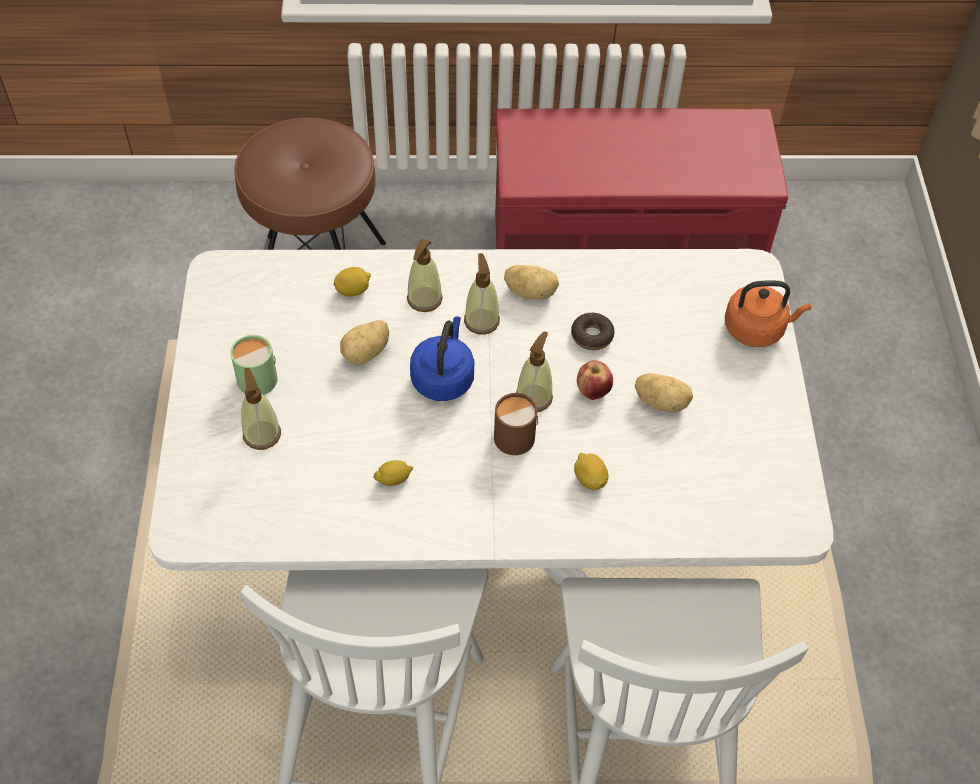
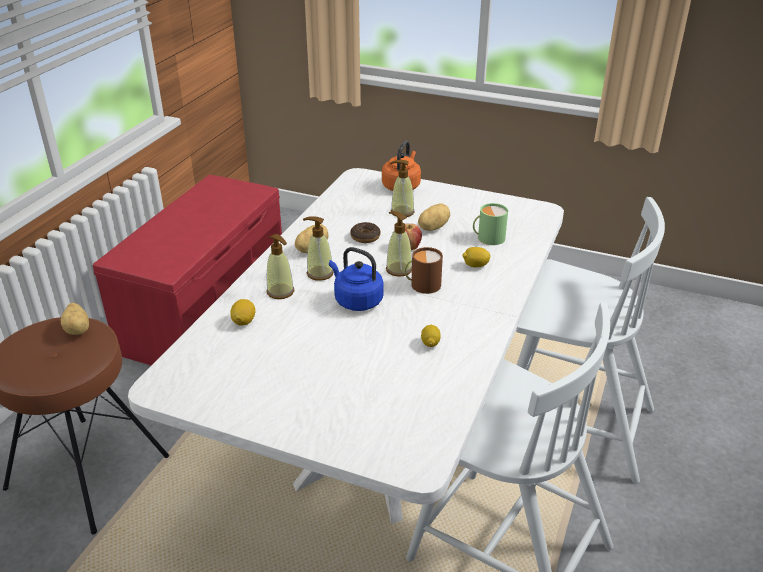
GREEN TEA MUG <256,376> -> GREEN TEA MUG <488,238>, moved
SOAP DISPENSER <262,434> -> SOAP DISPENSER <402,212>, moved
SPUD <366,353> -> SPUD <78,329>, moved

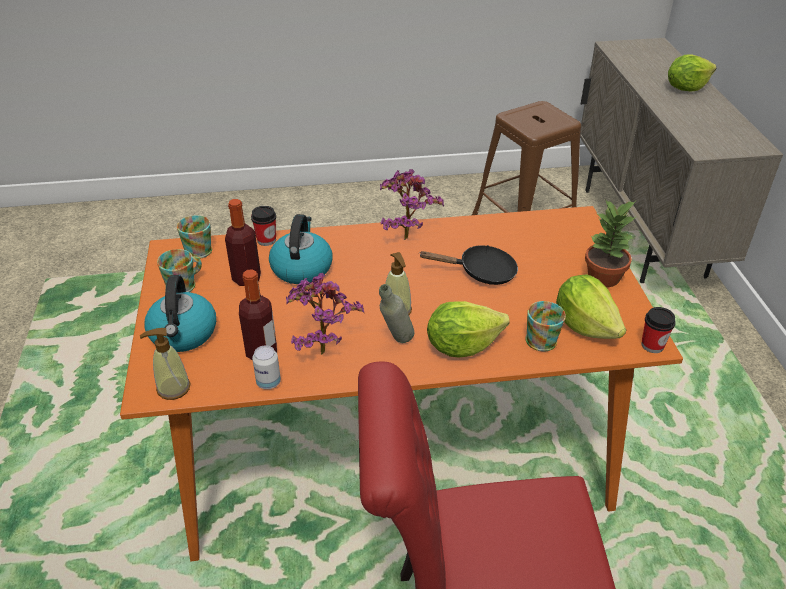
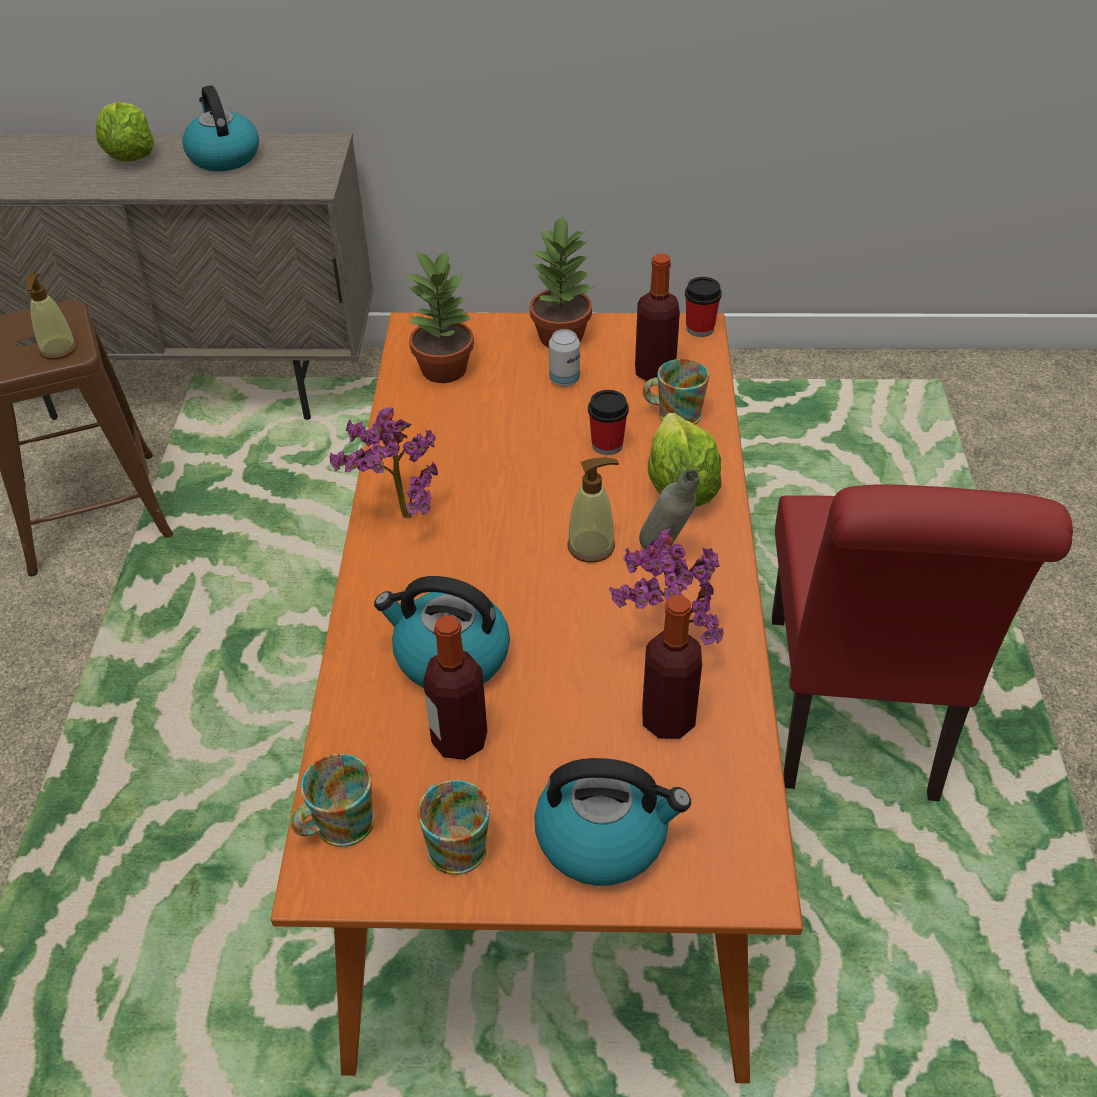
BLACK-COLOURED SKILLET <481,272> -> none
none -> TEA KETTLE <223,156>
none -> PLANT IN A POT <444,368>
SOAP DISPENSER <173,388> -> SOAP DISPENSER <58,349>, moved
DRINKING CUP <266,240> -> DRINKING CUP <607,445>, moved
CAN <268,382> -> CAN <564,380>, moved
LETTUCE HEAD <585,325> -> BOTTLE <654,372>

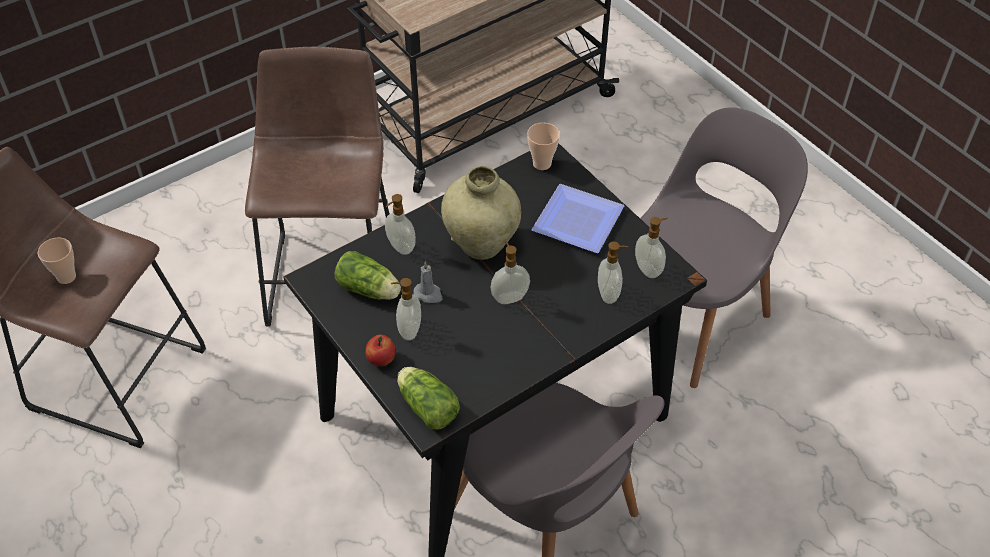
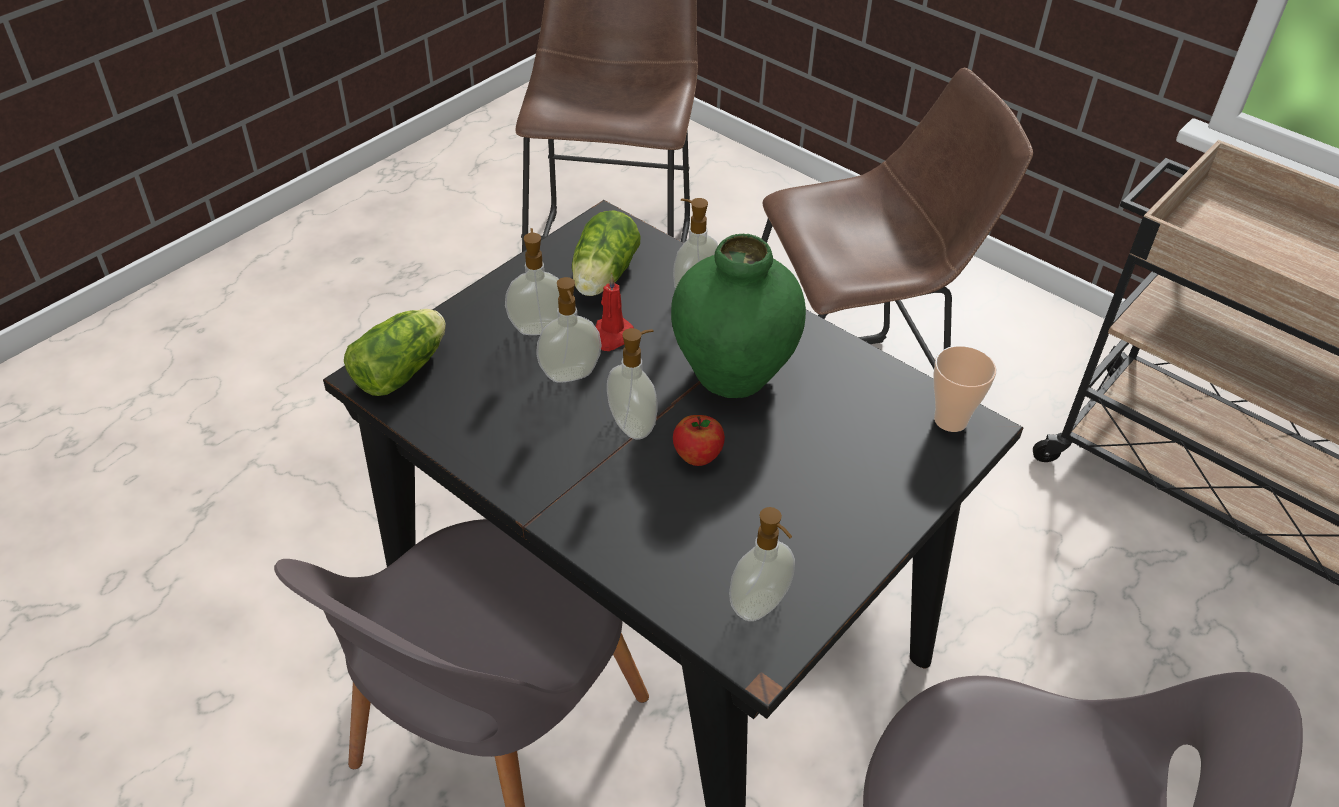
DRINKING CUP <66,277> -> none
DINNER PLATE <576,219> -> none
WHOLE APPLE <381,360> -> WHOLE APPLE <697,457>, moved
SOAP DISPENSER <609,294> -> SOAP DISPENSER <570,375>, moved
GREYISH WAX CANDLE <428,294> -> REDDISH WAX CANDLE <612,336>
BEIGE-COLOURED DECORATIVE VASE <481,244> -> GREEN DECORATIVE VASE <732,375>

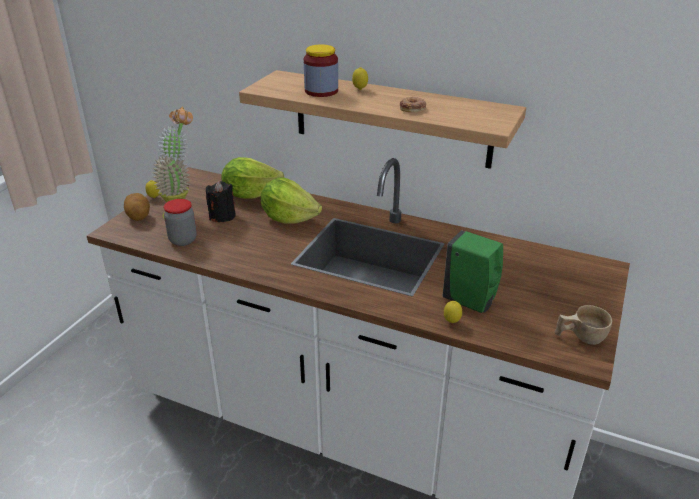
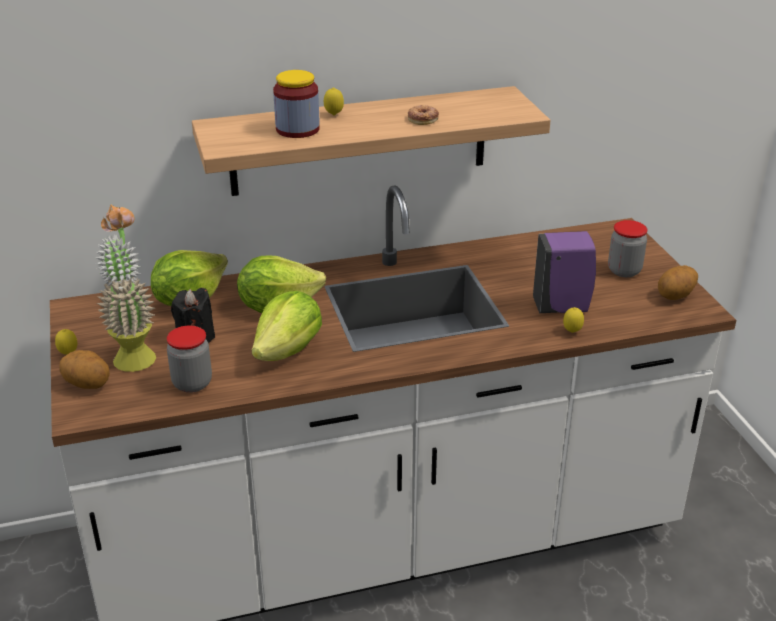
none -> LETTUCE HEAD <289,350>
none -> STORAGE JAR <624,270>
BEIGE-COLOURED DRINKING CUP <579,337> -> SPUD <676,296>
GREEN SOAP DISPENSER <471,302> -> PURPLE-COLOURED SOAP DISPENSER <563,307>

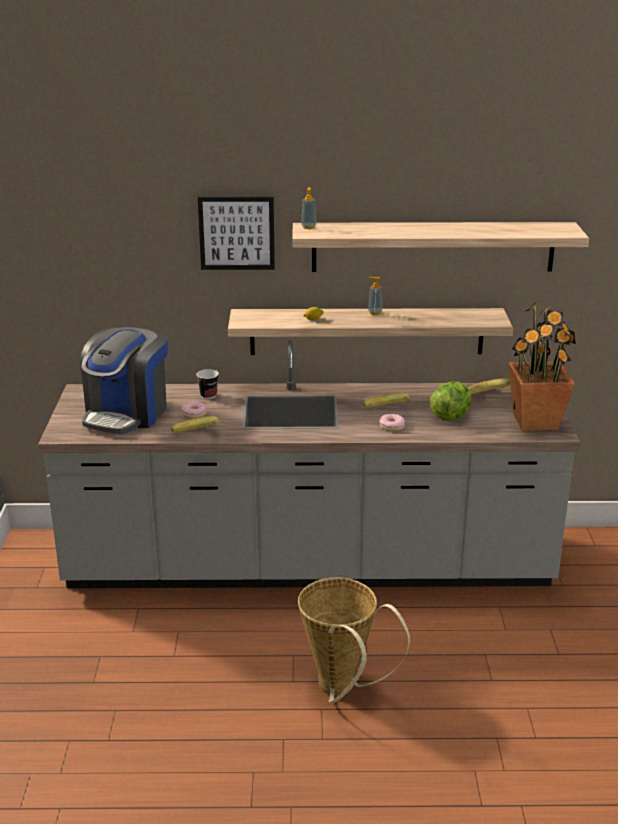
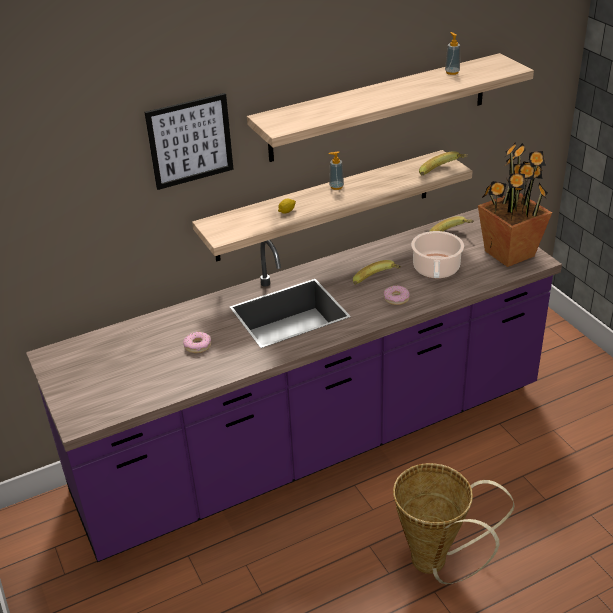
COFFEE BREWER <127,413> -> none
DRINKING CUP <208,396> -> none
BANANA FRUIT <197,436> -> BANANA FRUIT <443,173>, moved
SOAP DISPENSER <308,227> -> SOAP DISPENSER <452,72>, moved
LETTUCE HEAD <450,416> -> SAUCEPOT <436,270>
GREYISH KITCHEN BASE UNIT <309,565> -> PURPLE-COLOURED KITCHEN BASE UNIT <313,443>

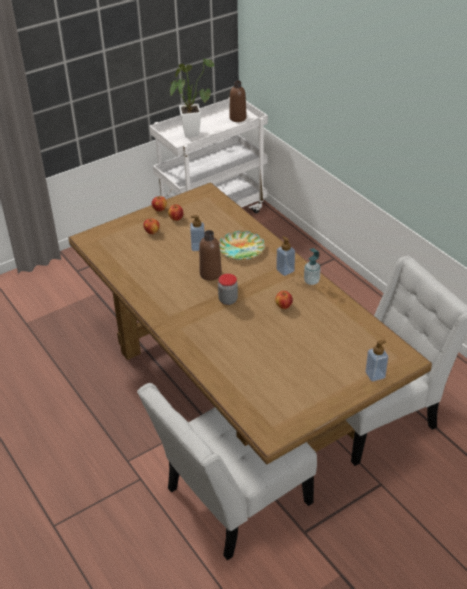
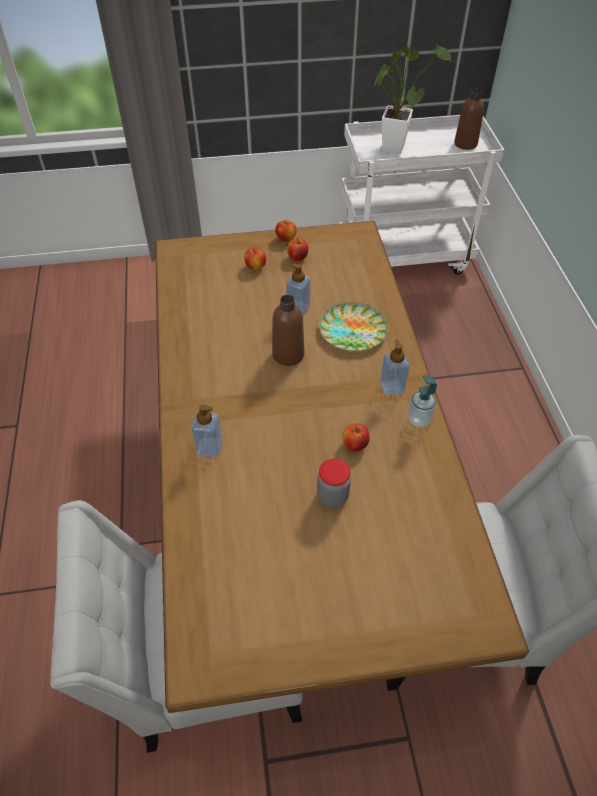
STORAGE JAR <228,300> -> STORAGE JAR <332,496>, moved
SOAP DISPENSER <375,375> -> SOAP DISPENSER <209,447>, moved

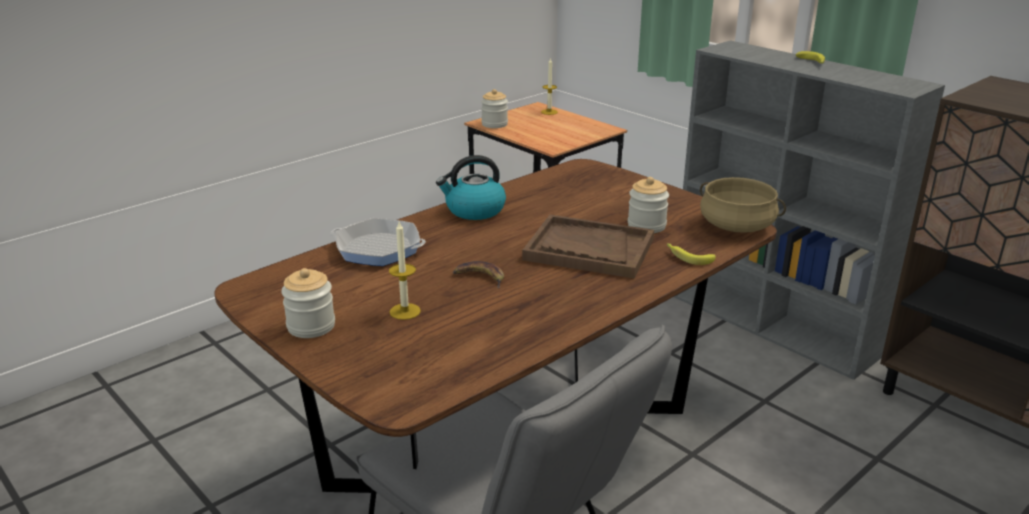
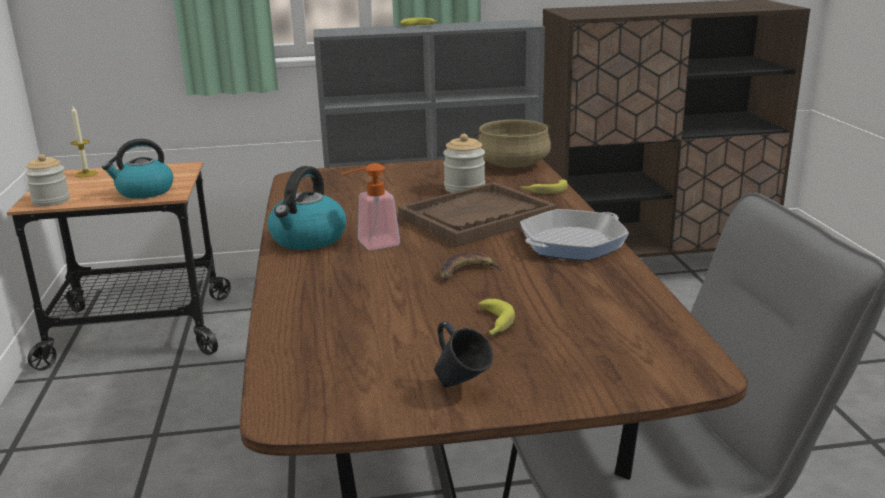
none -> TEA KETTLE <144,192>
none -> SOAP DISPENSER <371,245>
SKILLET <378,249> -> SKILLET <572,243>, moved
STORAGE JAR <311,326> -> BLUE-COLOURED TEA MUG <461,387>
WAX CANDLE <405,311> -> BANANA FRUIT <494,325>

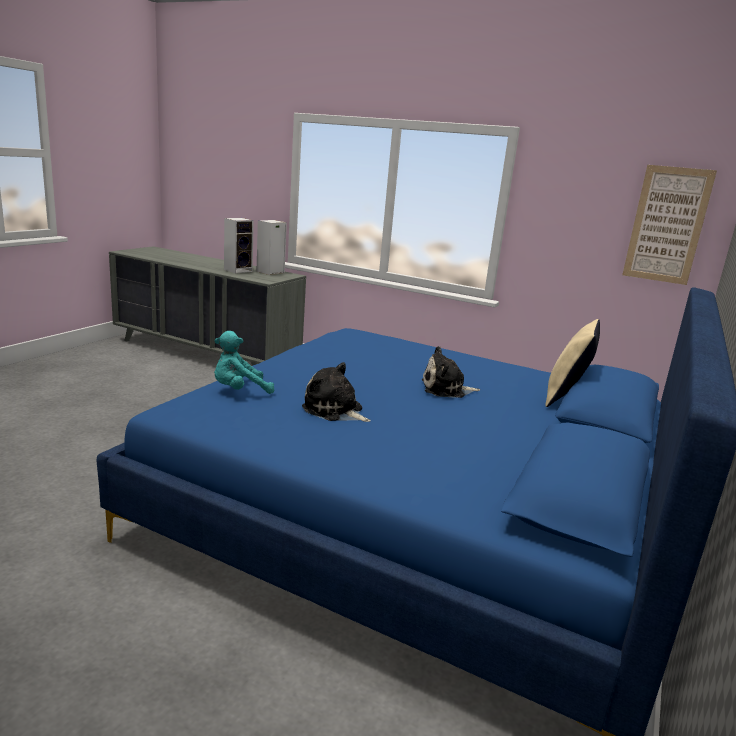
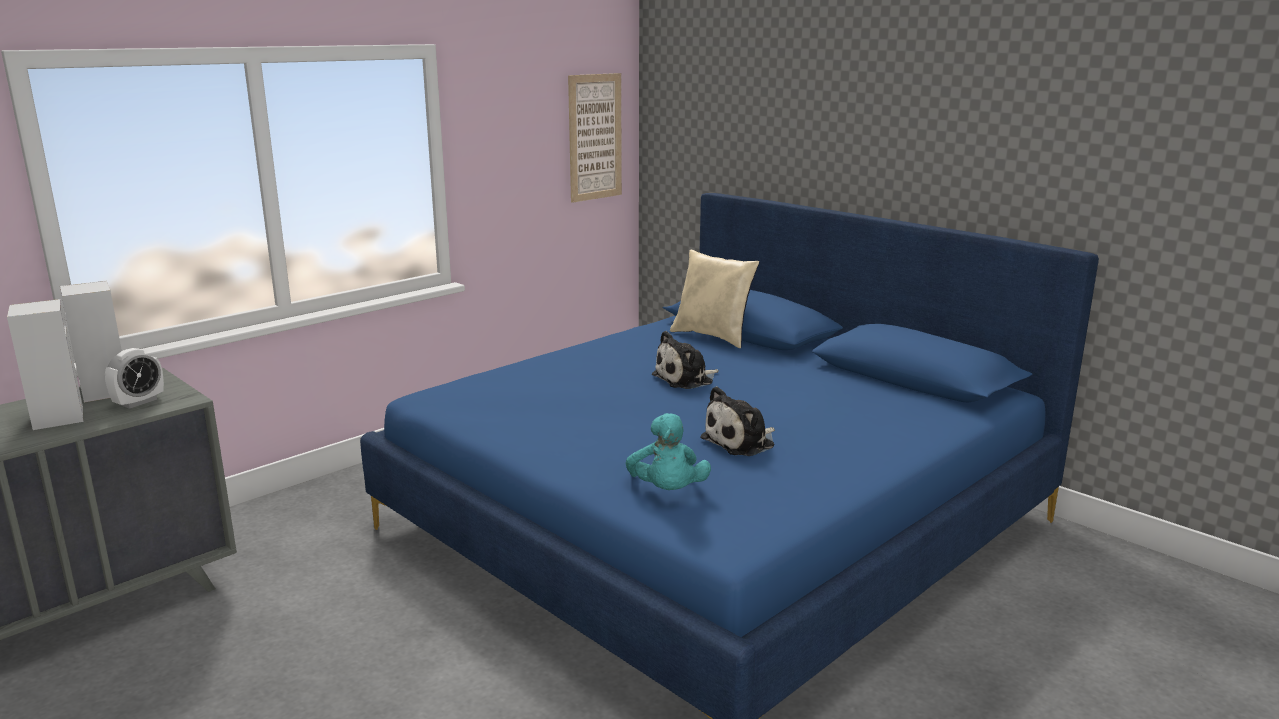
none -> TABLE CLOCK <139,402>
SOFT TOY <446,389> -> SOFT TOY <686,379>, 45 degrees clockwise

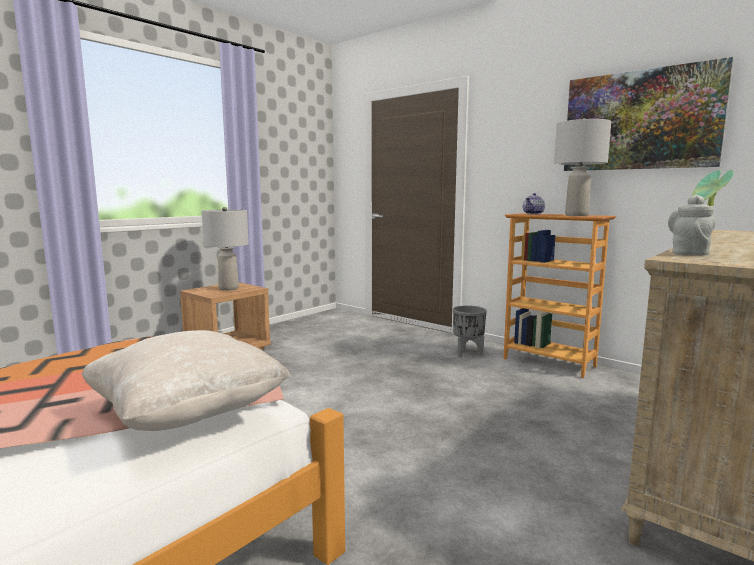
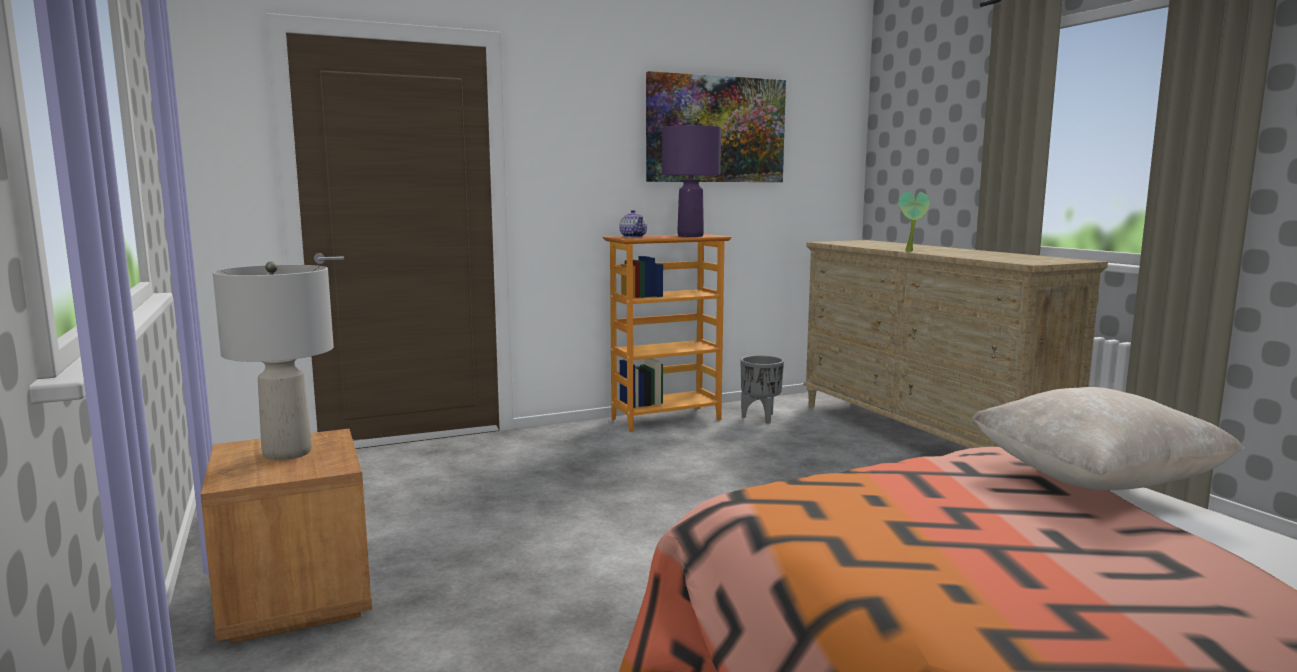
GREYISH POT FOR TEA <689,253> -> none
GREYISH FLOWER POT <468,354> -> GREYISH FLOWER POT <760,418>, moved
GREYISH LAMP FOR A TABLE <576,215> -> PURPLE-COLOURED LAMP FOR A TABLE <690,236>

